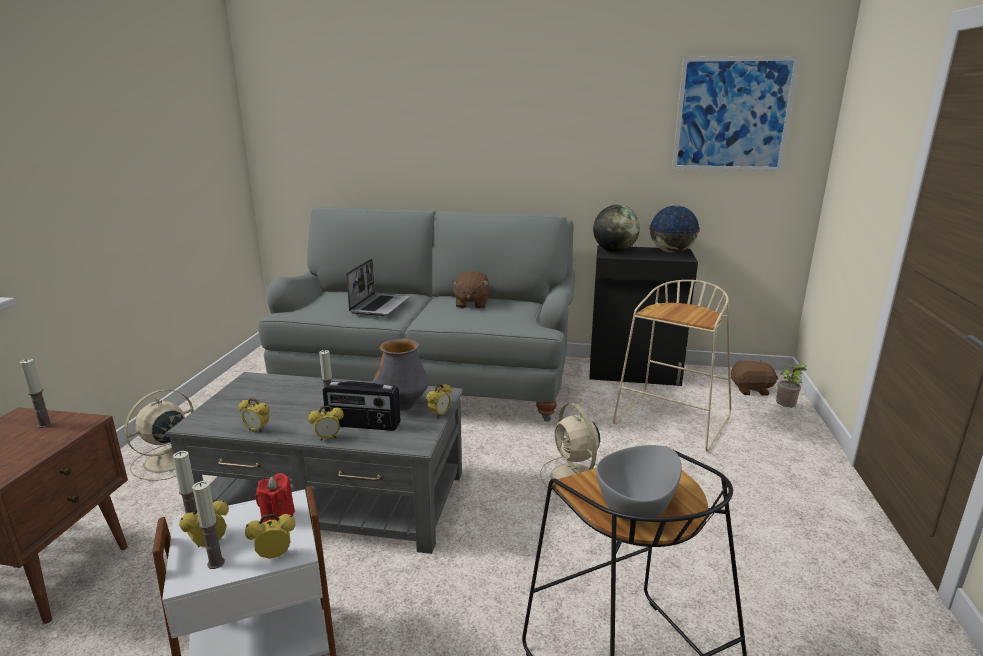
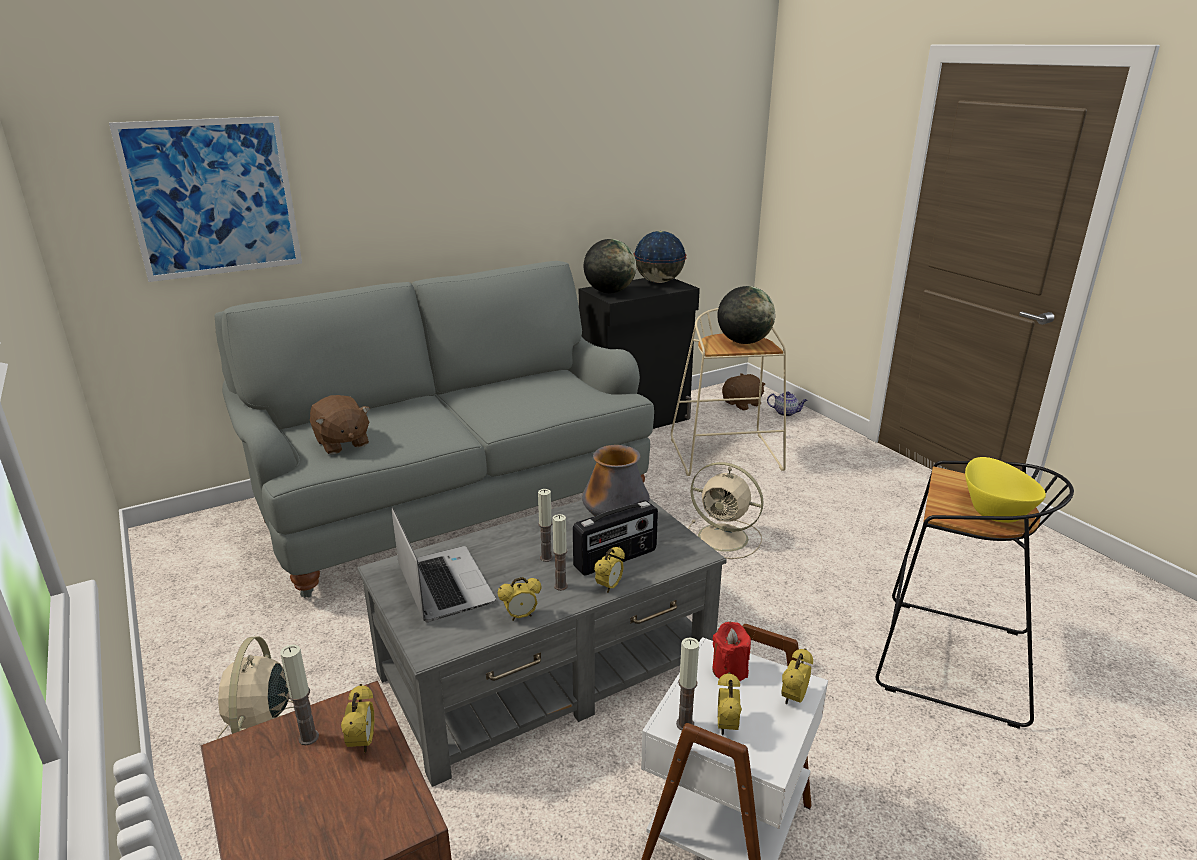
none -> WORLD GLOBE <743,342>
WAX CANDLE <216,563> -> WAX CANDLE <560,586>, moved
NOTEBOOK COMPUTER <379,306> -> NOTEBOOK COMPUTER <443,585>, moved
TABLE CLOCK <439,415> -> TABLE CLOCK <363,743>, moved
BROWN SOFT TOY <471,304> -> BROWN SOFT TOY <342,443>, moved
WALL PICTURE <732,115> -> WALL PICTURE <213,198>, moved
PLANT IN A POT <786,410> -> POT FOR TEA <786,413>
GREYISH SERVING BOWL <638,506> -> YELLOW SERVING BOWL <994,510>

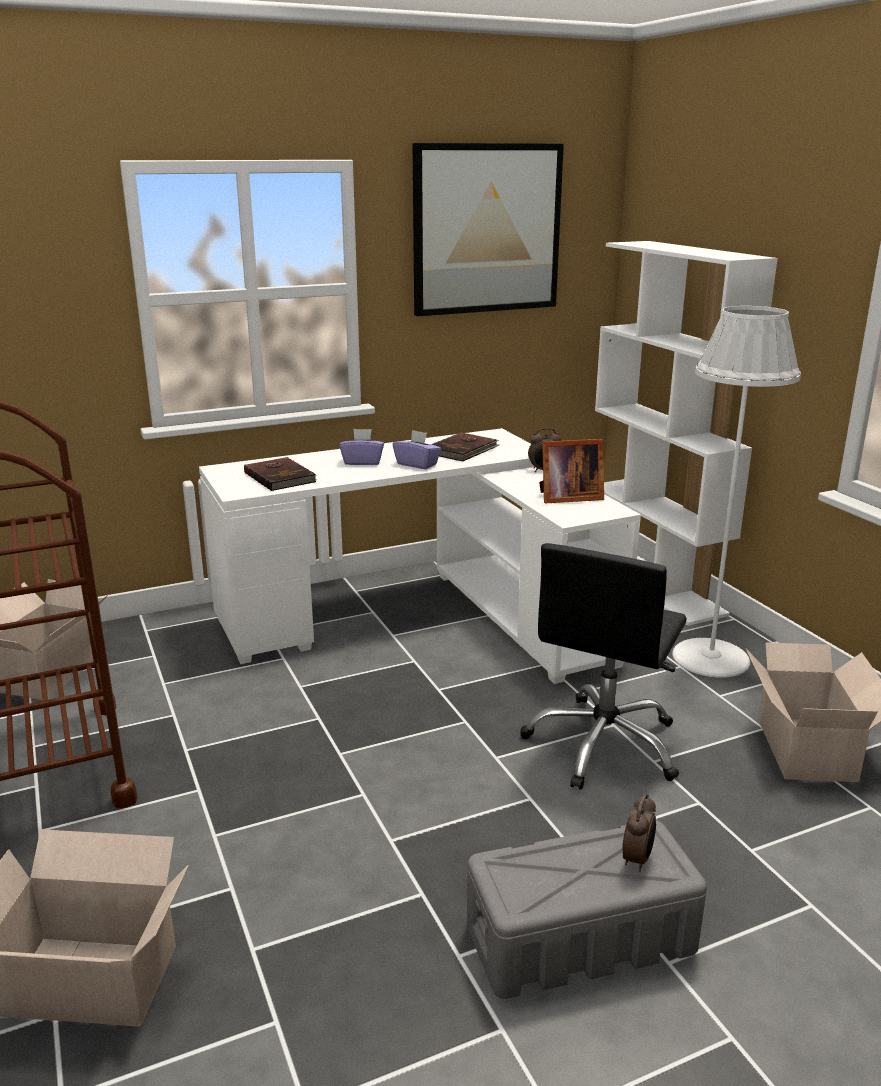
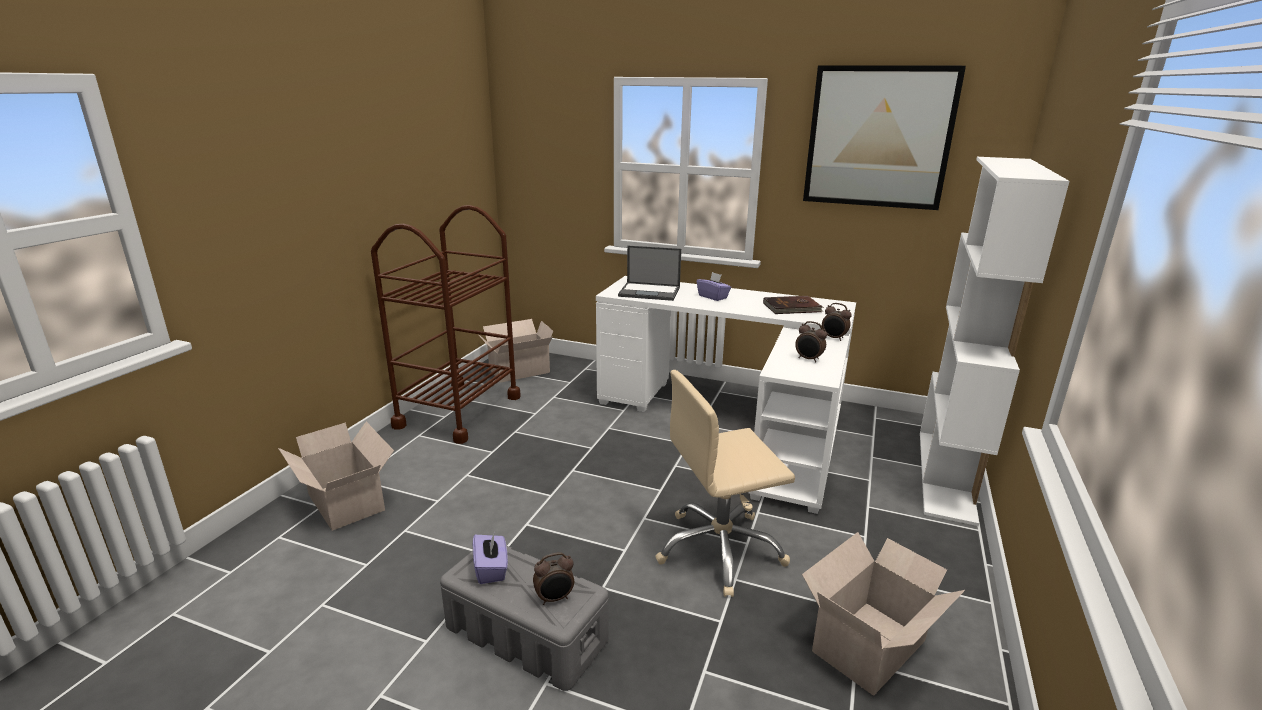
WHITISH STANDARD LAMP <711,657> -> none
PURPLE-COLOURED TISSUE HOLDER <417,464> -> PURPLE-COLOURED TISSUE HOLDER <491,569>, moved
BROWN BOOK <280,477> -> NOTEBOOK COMPUTER <650,292>
PICTURE FRAME <567,497> -> TABLE CLOCK <808,359>
BLACK-COLOURED OFFICE CHAIR <604,744> -> BEIGE-COLOURED OFFICE CHAIR <720,550>

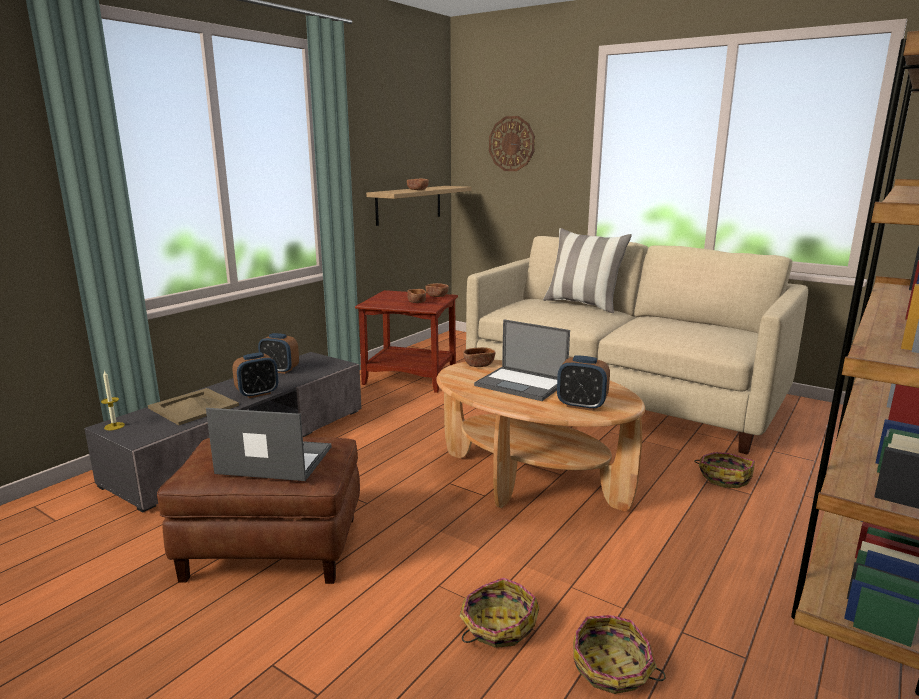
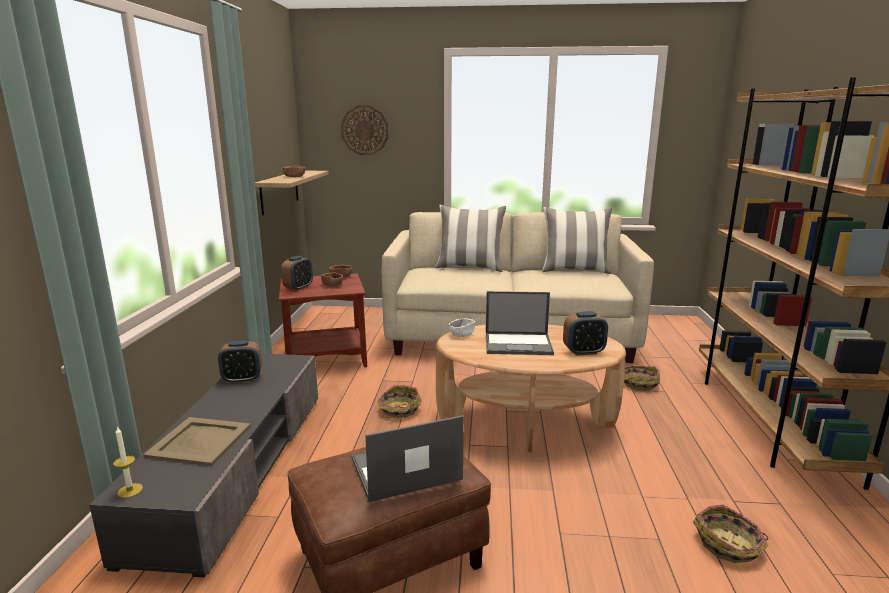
none -> PILLOW <574,270>
TABLE CLOCK <257,393> -> TABLE CLOCK <298,288>, moved
BASKET <497,626> -> BASKET <399,409>, moved
BROWN SERVING BOWL <479,365> -> WHITISH SERVING BOWL <461,334>

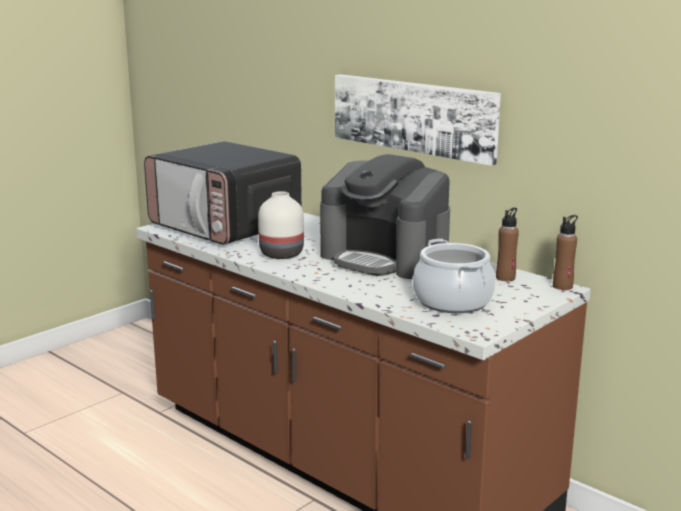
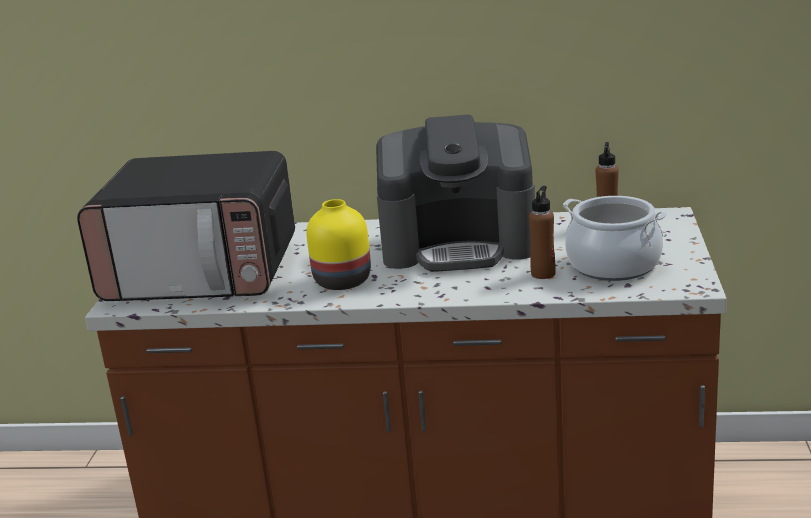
WALL PICTURE <414,116> -> none
BROWN BOTTLE <562,286> -> BROWN BOTTLE <543,273>, moved
WHITISH DECORATIVE VASE <281,254> -> YELLOW DECORATIVE VASE <343,281>

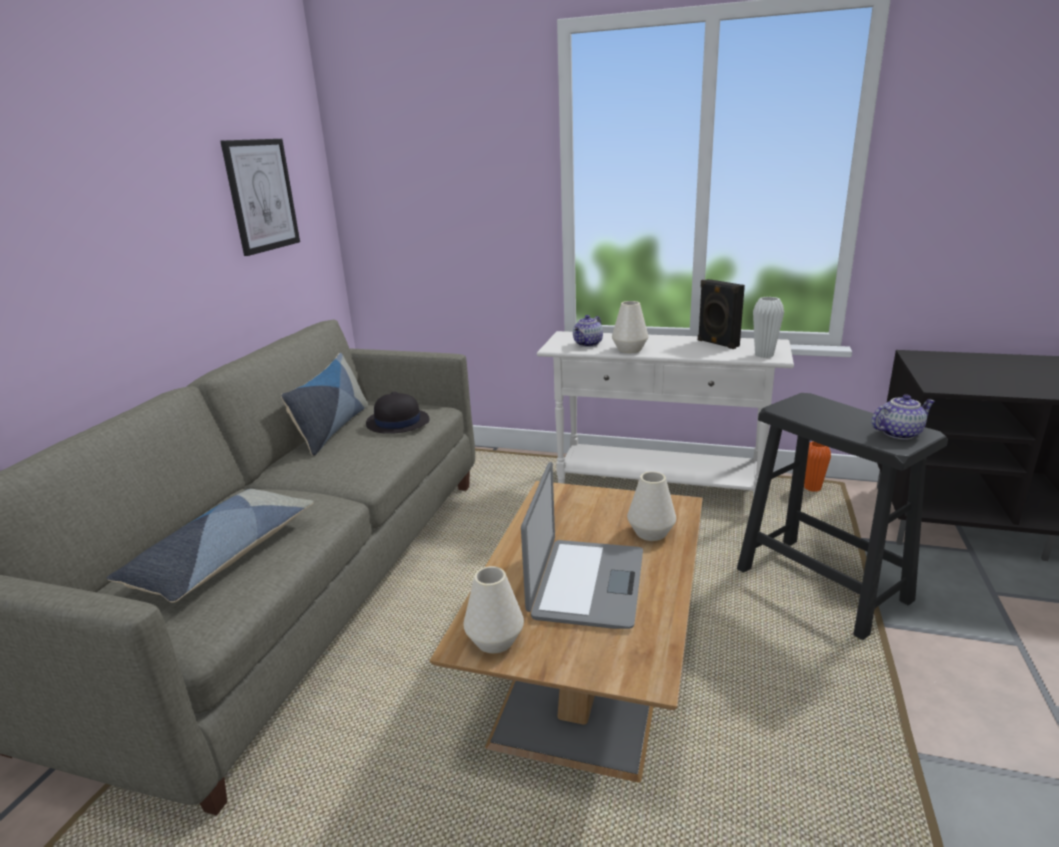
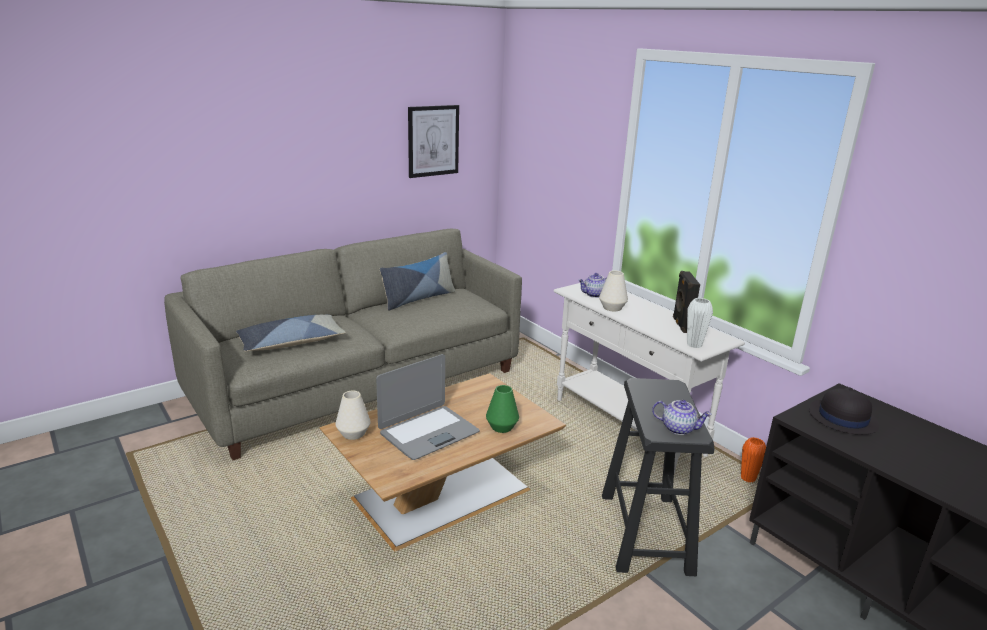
BLACK-COLOURED CLOTHING HAT <397,422> -> BLACK-COLOURED CLOTHING HAT <842,418>, moved
WHITISH DECORATIVE VASE <651,532> -> GREEN DECORATIVE VASE <502,427>

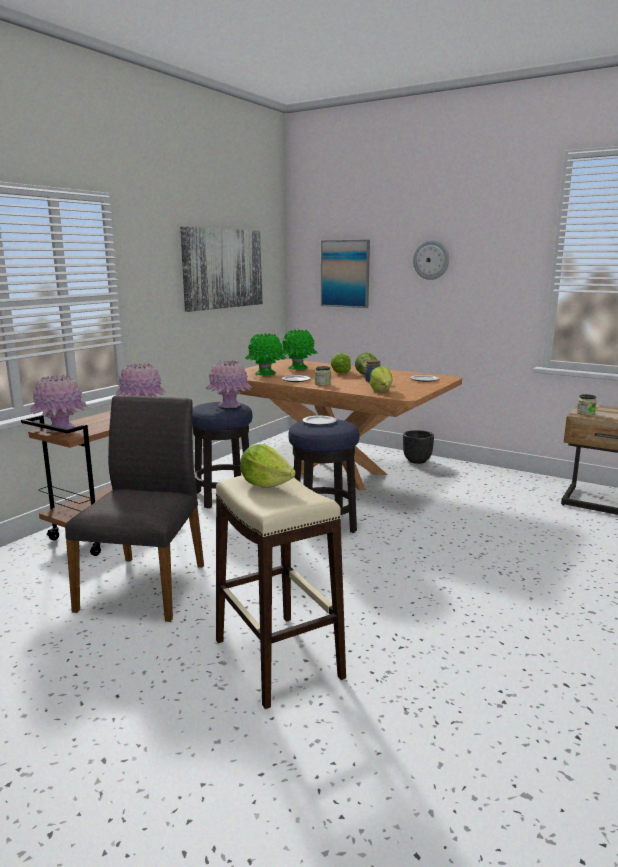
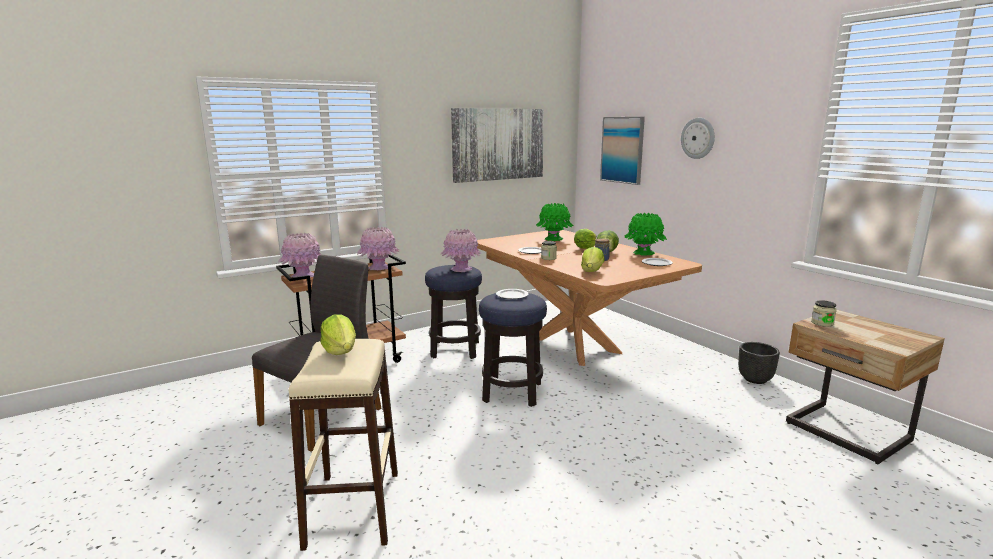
GREEN DECORATIVE VASE <265,374> -> GREEN DECORATIVE VASE <644,253>, moved
BLACK-COLOURED FLOWER POT <417,461> -> BLACK-COLOURED FLOWER POT <755,379>, moved

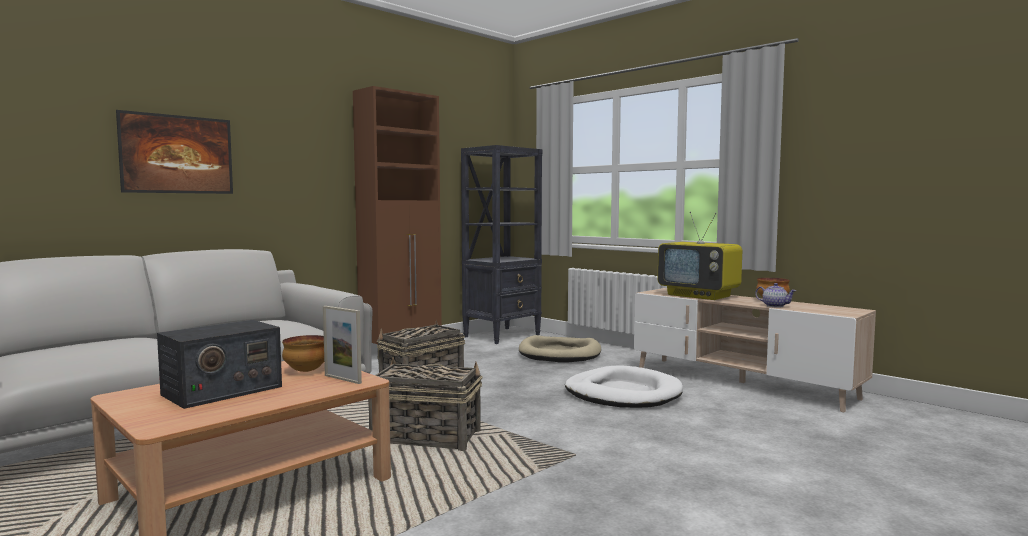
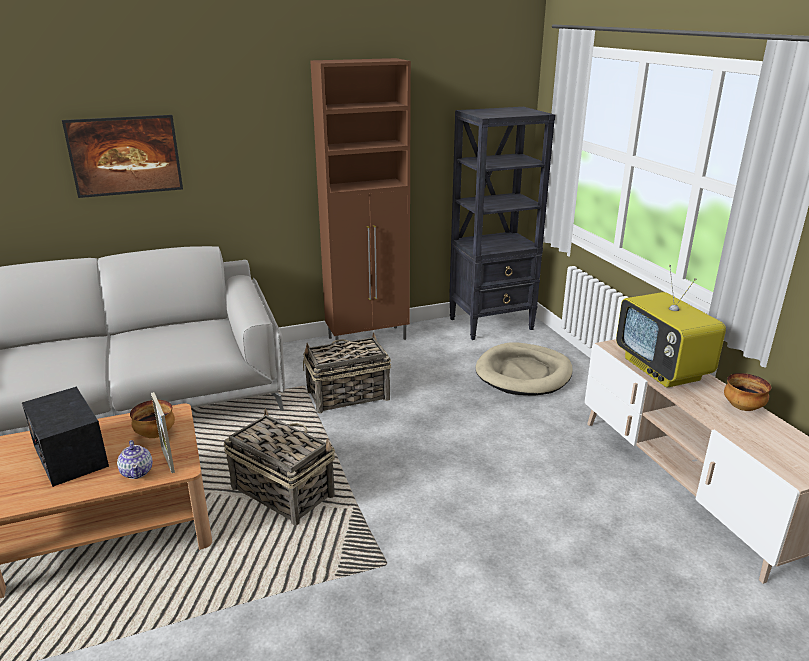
WHITISH DOG CUSHION <623,393> -> none
POT FOR TEA <774,306> -> POT FOR TEA <137,472>, moved
RADIO RECEIVER <221,391> -> RADIO RECEIVER <70,456>, 75 degrees clockwise

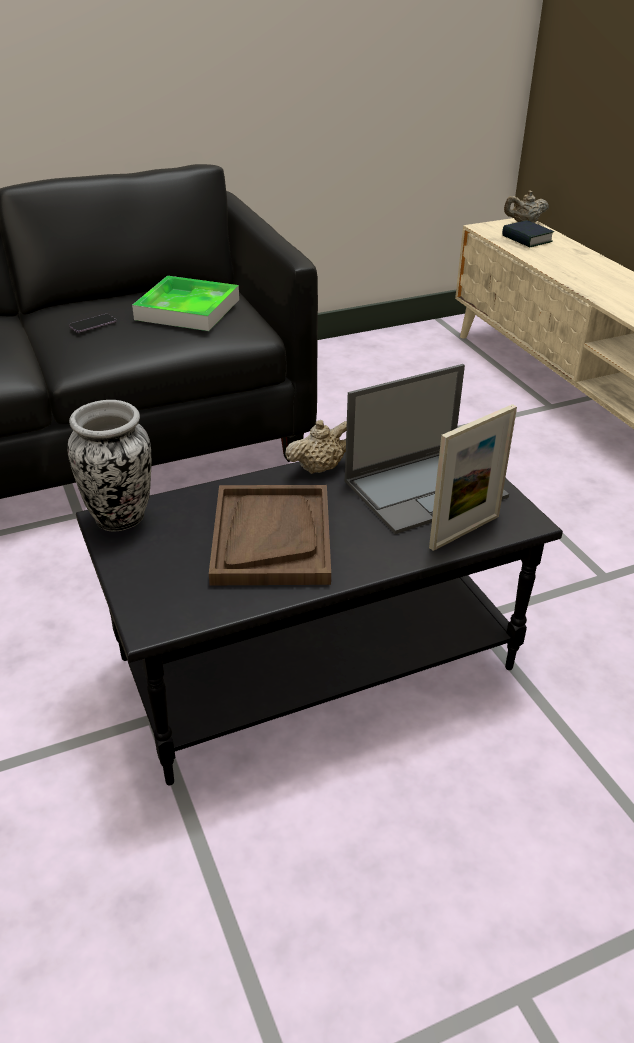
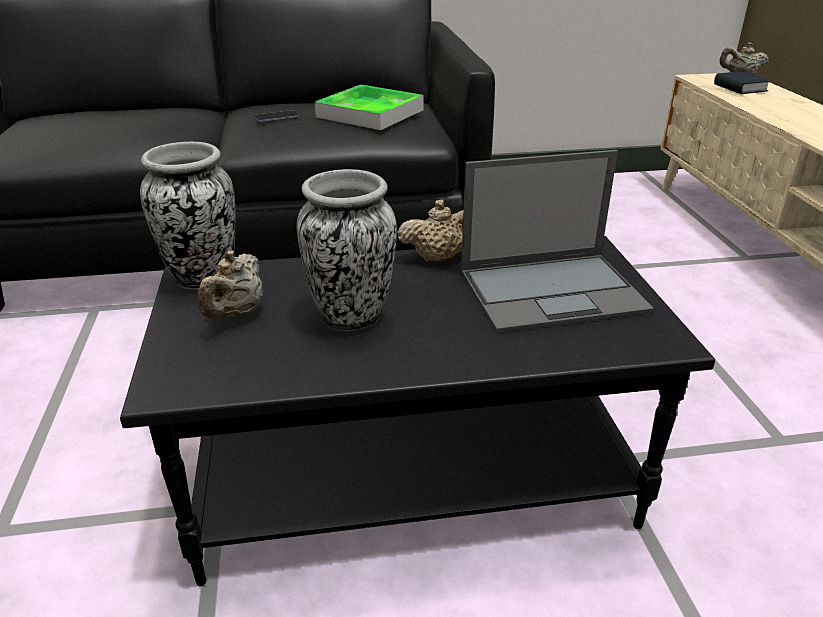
PICTURE FRAME <464,532> -> none
none -> BEIGE-COLOURED POT FOR TEA <236,314>
BROWN TRAY <271,537> -> DECORATIVE VASE <351,317>

